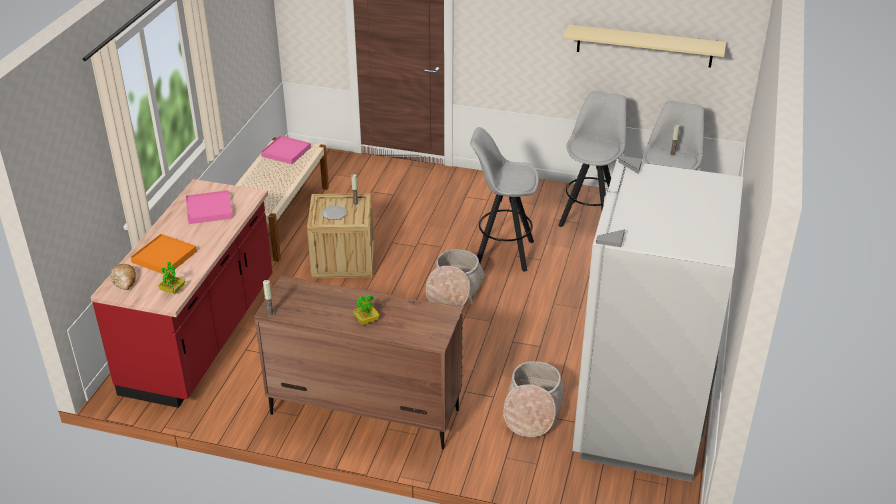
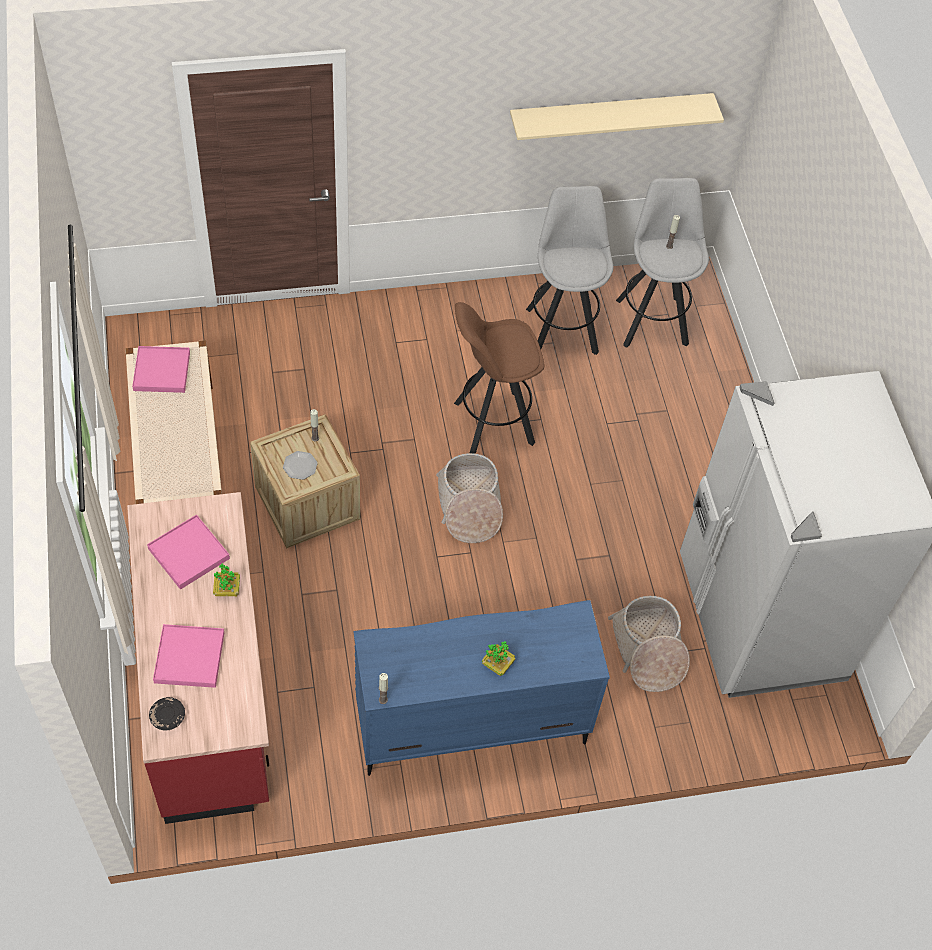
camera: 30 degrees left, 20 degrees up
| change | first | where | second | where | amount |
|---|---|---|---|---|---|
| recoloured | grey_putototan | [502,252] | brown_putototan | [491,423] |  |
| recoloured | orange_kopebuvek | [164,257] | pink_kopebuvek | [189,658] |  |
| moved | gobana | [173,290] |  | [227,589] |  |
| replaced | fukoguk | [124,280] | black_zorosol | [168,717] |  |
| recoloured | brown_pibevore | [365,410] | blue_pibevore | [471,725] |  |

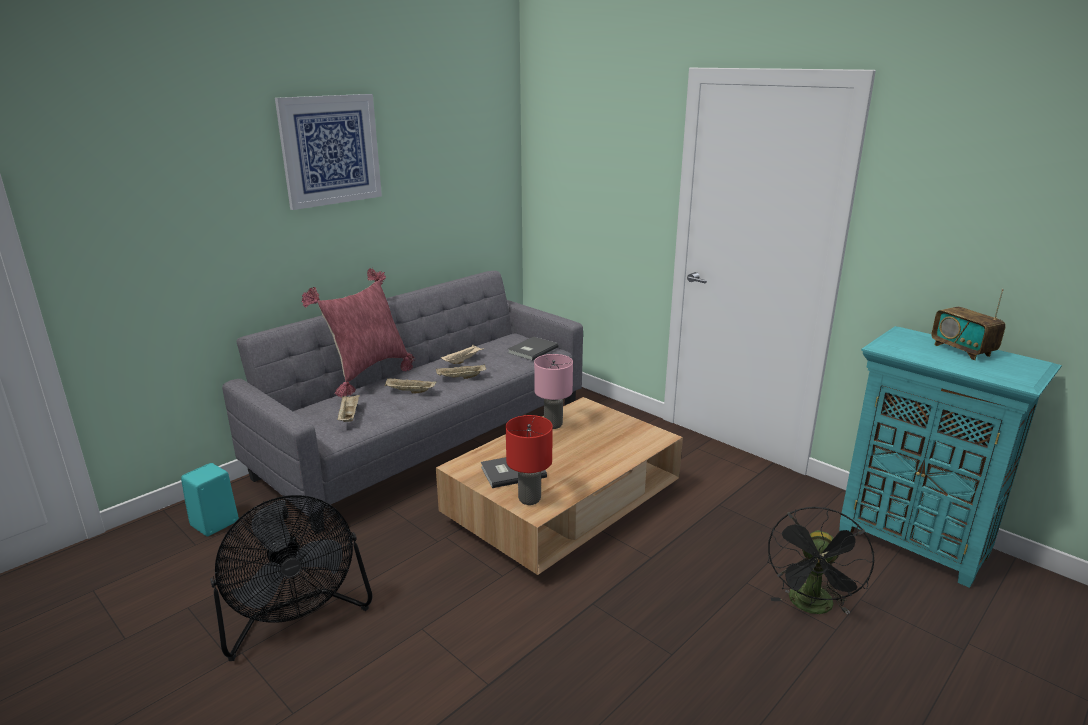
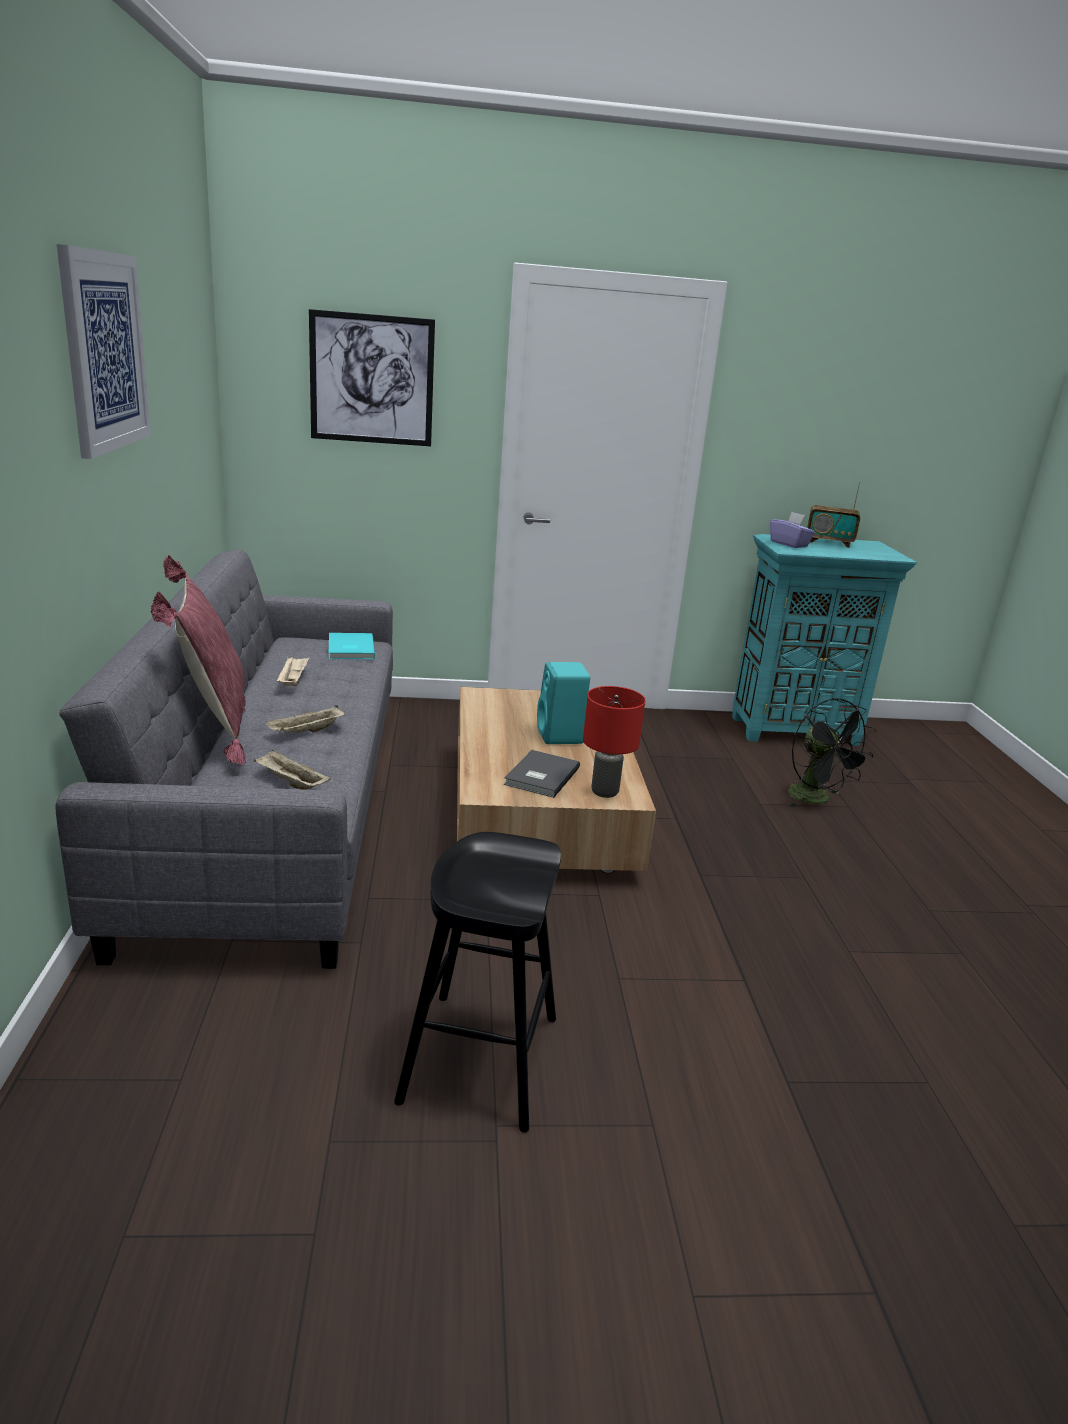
camera: 50 degrees left, 0 degrees up
| change | first | where | second | where | amount |
|---|---|---|---|---|---|
| recoloured | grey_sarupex | [531,350] | turquoise_sarupex | [349,649] |  |
| removed | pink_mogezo | [553,425] |  |  |  |
| removed | beige_kopebuvek | [461,378] |  |  |  |
| moved | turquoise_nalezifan | [213,524] |  | [561,736] |  |
| replaced | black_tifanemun | [290,618] | black_putototan | [480,1059] |  |
| added |  |  | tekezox | [372,379] |  |
| added |  |  | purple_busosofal | [789,544] |  |

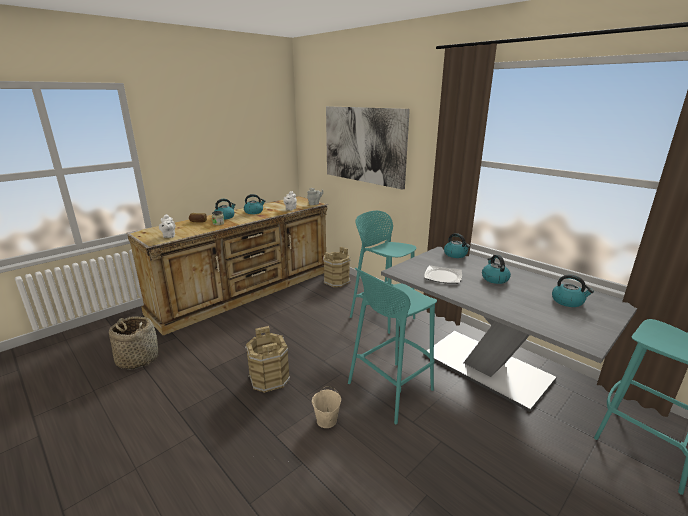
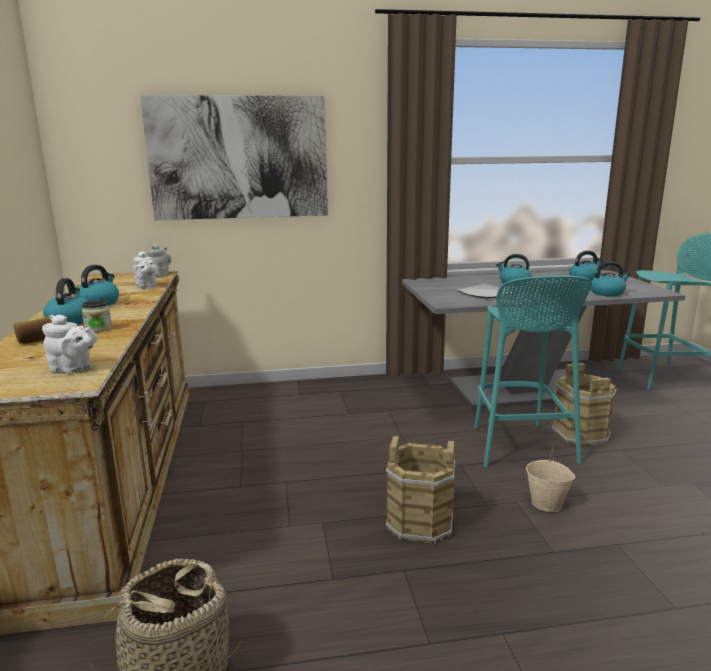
camera: 55 degrees left, 5 degrees down
| change | first | where | second | where | amount |
|---|---|---|---|---|---|
| removed | turquoise_putototan | [383,316] |  |  |  |
| moved | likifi | [455,254] |  | [607,293] |  |
| moved | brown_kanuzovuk | [337,281] |  | [581,434] |  |

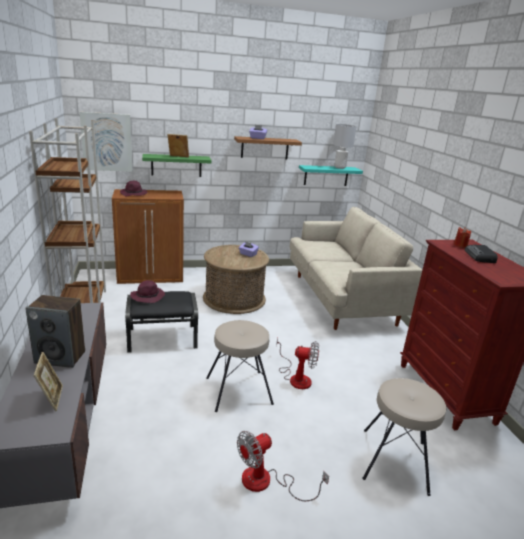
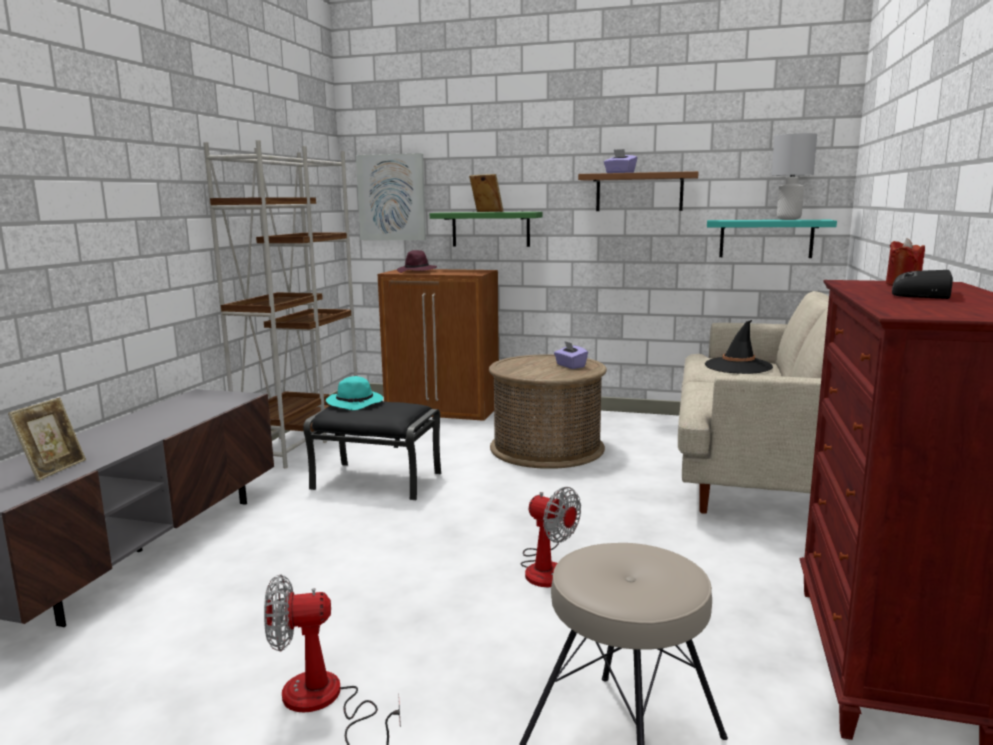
camera: 30 degrees right, 10 degrees down
| change | first | where | second | where | amount |
|---|---|---|---|---|---|
| recoloured | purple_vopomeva | [148,296] | turquoise_vopomeva | [356,403] |  |
| removed | nalezifan | [61,357] |  |  |  |
| removed | beige_putototan | [238,390] |  |  |  |
| added |  |  | black_vopomeva | [738,366] |  |

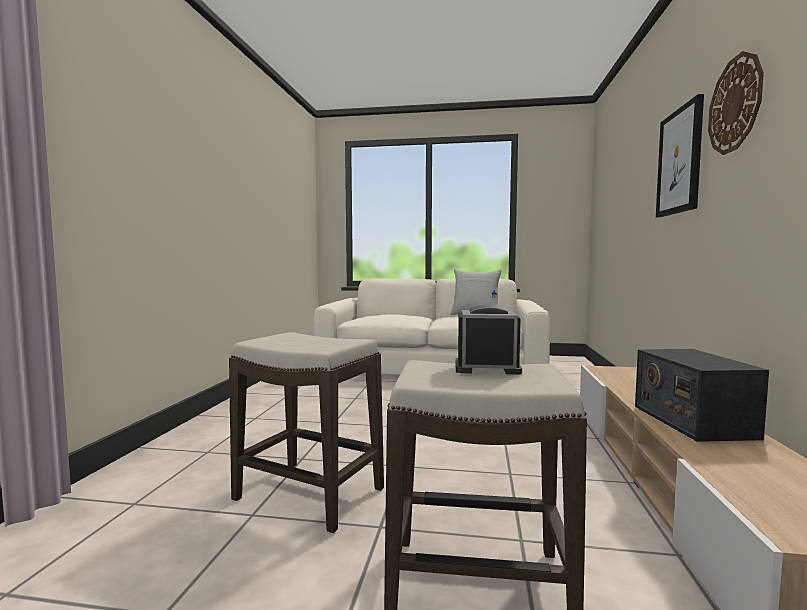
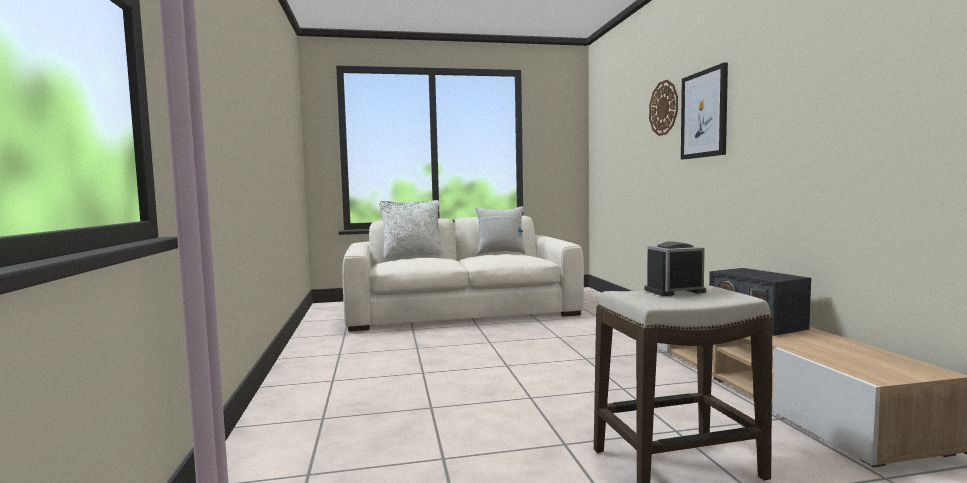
camera: 20 degrees left, 0 degrees up
| change | first | where | second | where | amount |
|---|---|---|---|---|---|
| moved | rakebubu | [735,104] |  | [664,108] |  |
| removed | putototan | [309,494] |  |  |  |
| added |  |  | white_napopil | [413,257] |  |

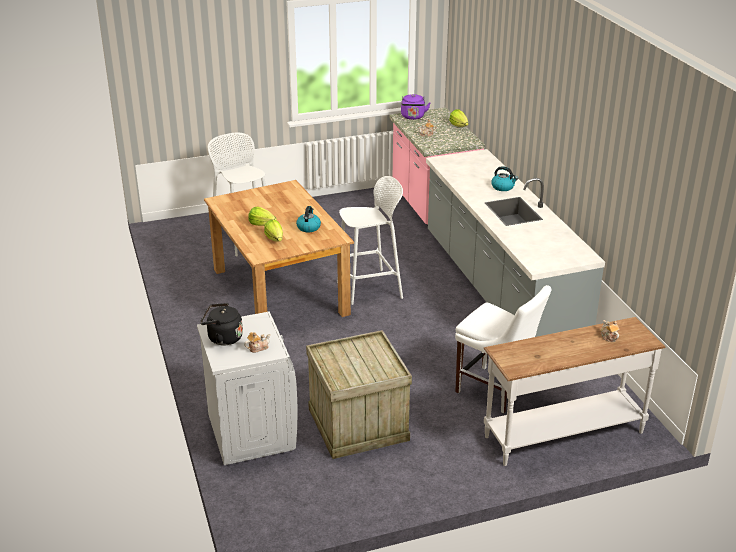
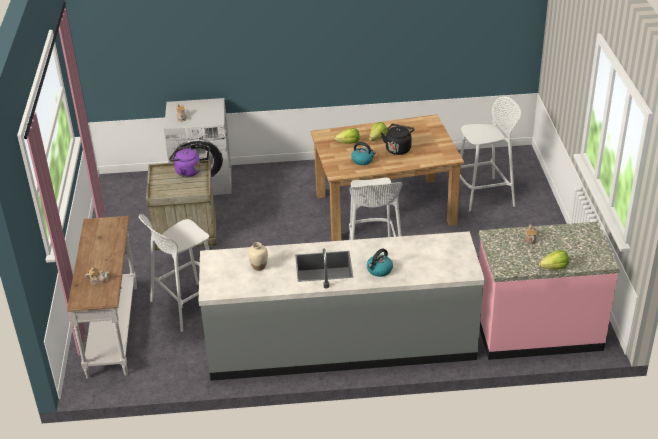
camera: 105 degrees right, 5 degrees up
| change | first | where | second | where | amount |
|---|---|---|---|---|---|
| moved | purple_likifi | [413,117] |  | [186,172] |  |
| replaced | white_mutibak | [496,391] | white_putototan | [186,306] |  |
| moved | black_likifi | [222,338] |  | [398,148] |  |
| added |  |  | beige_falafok | [259,266] |  |

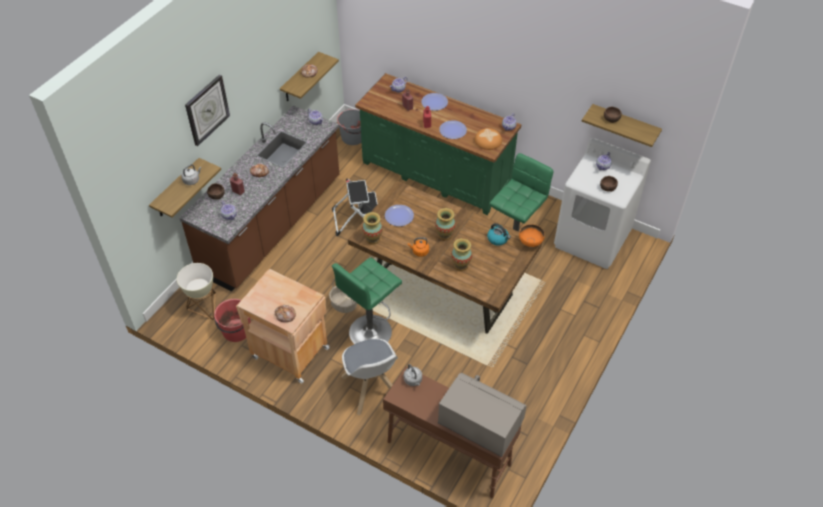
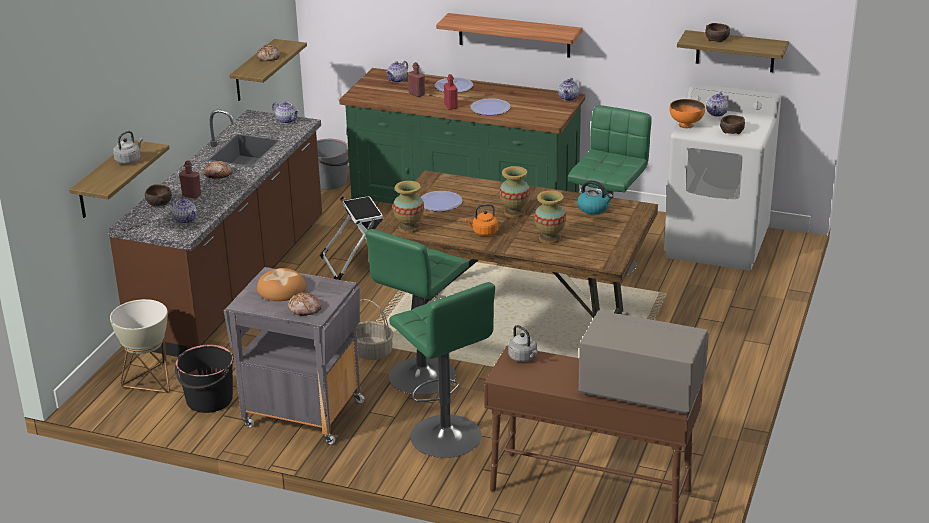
camera: 10 degrees left, 20 degrees down
| change | first | where | second | where | amount |
|---|---|---|---|---|---|
| removed | rakebubu | [207,110] |  |  |  |
| moved | fukoguk | [488,141] |  | [282,289] |  |
| moved | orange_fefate | [530,243] |  | [686,125] |  |
| recoloured | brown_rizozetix | [289,352] | grey_rizozetix | [301,413] |  |
| recoloured | red_kanuzovuk | [236,331] | black_kanuzovuk | [209,400] |  |
| replaced | mutibak | [372,389] | green_putototan | [445,437] |  |
| added |  |  | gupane | [514,35] |  |

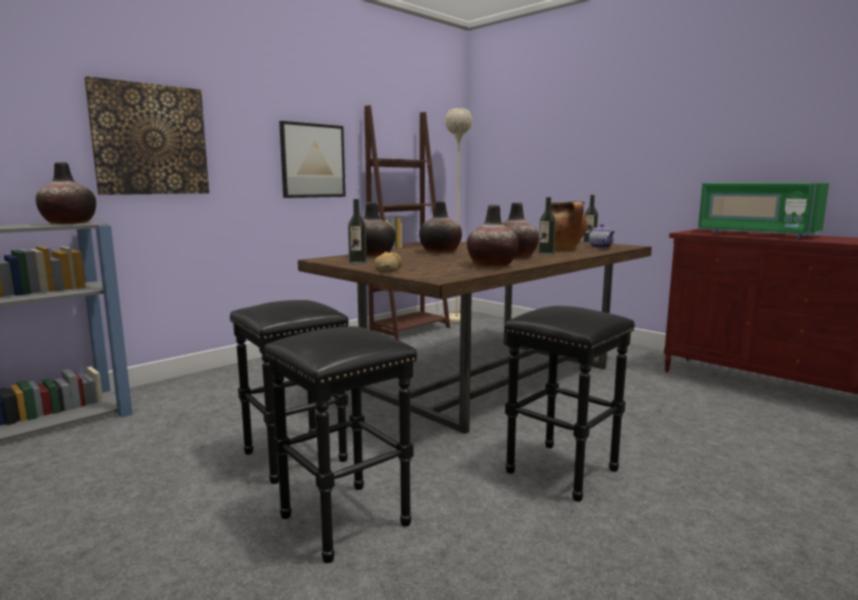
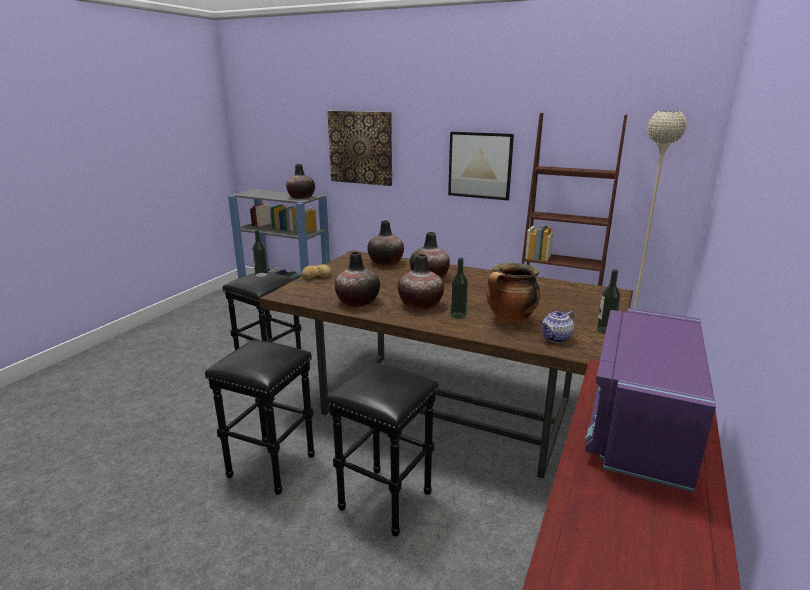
camera: 70 degrees right, 10 degrees up
| change | first | where | second | where | amount |
|---|---|---|---|---|---|
| recoloured | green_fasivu | [756,234] | purple_fasivu | [640,427] |  |
| moved | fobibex | [357,263] |  | [261,274] |  |
| moved | black_putototan | [344,522] |  | [383,500] |  |

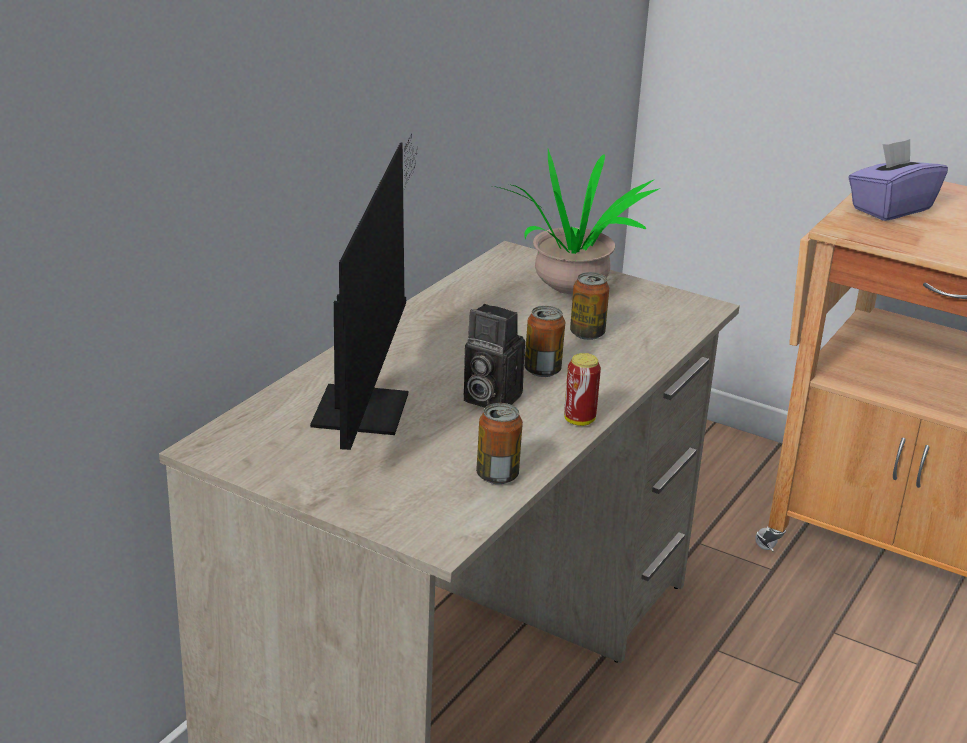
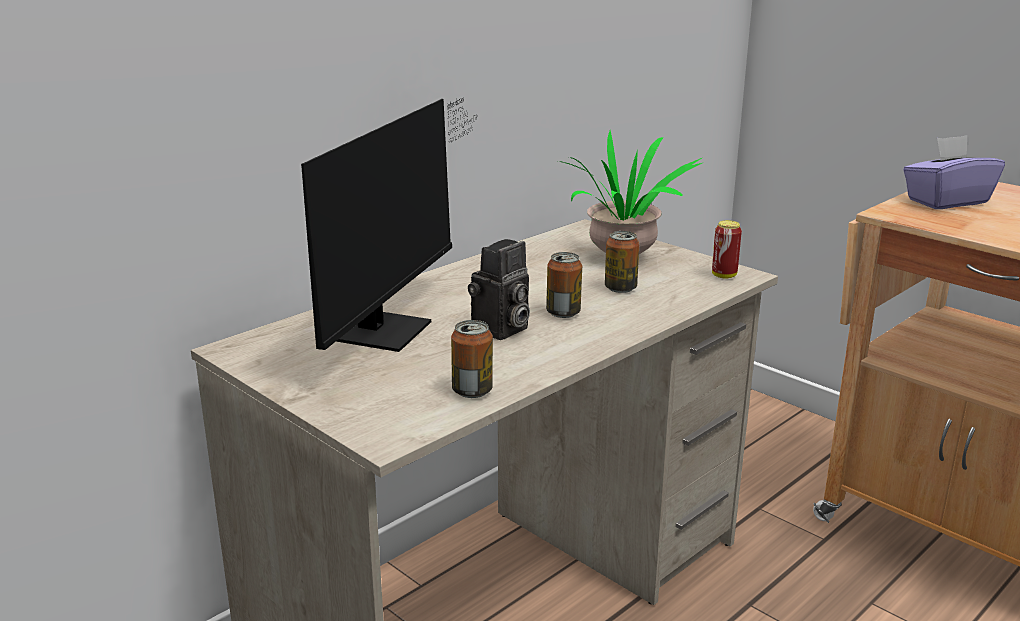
camera: 15 degrees right, 5 degrees down
| change | first | where | second | where | amount |
|---|---|---|---|---|---|
| turned | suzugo | [488,398] |  | [500,330] | 90 degrees counterclockwise |
| moved | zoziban | [579,420] |  | [724,275] |  |

